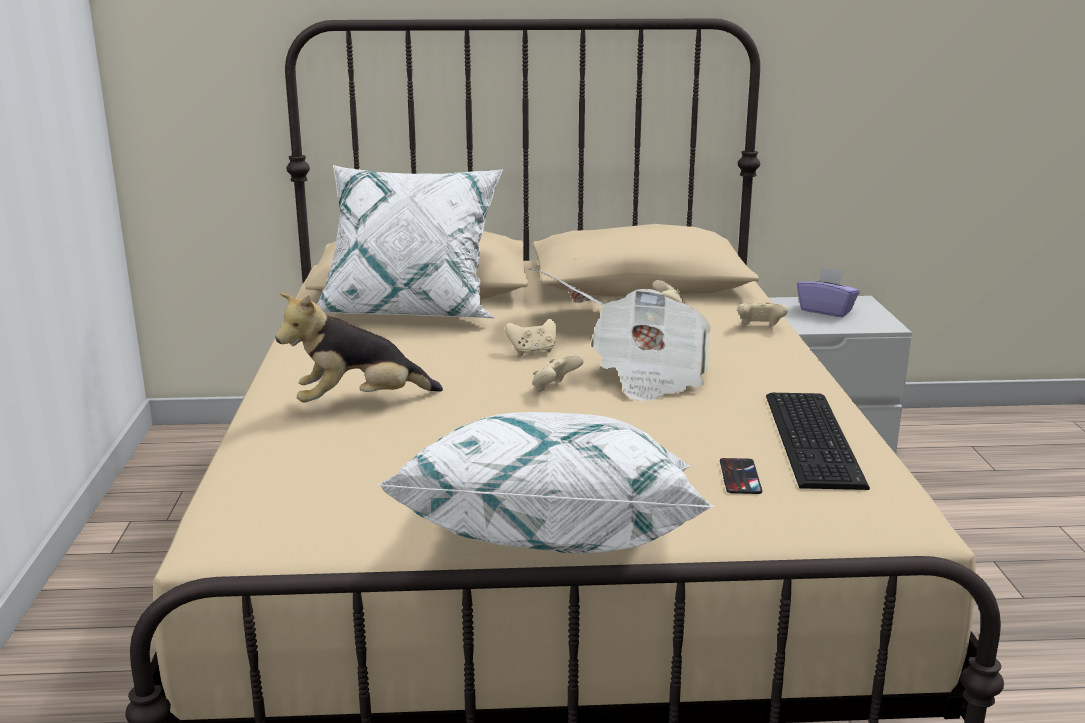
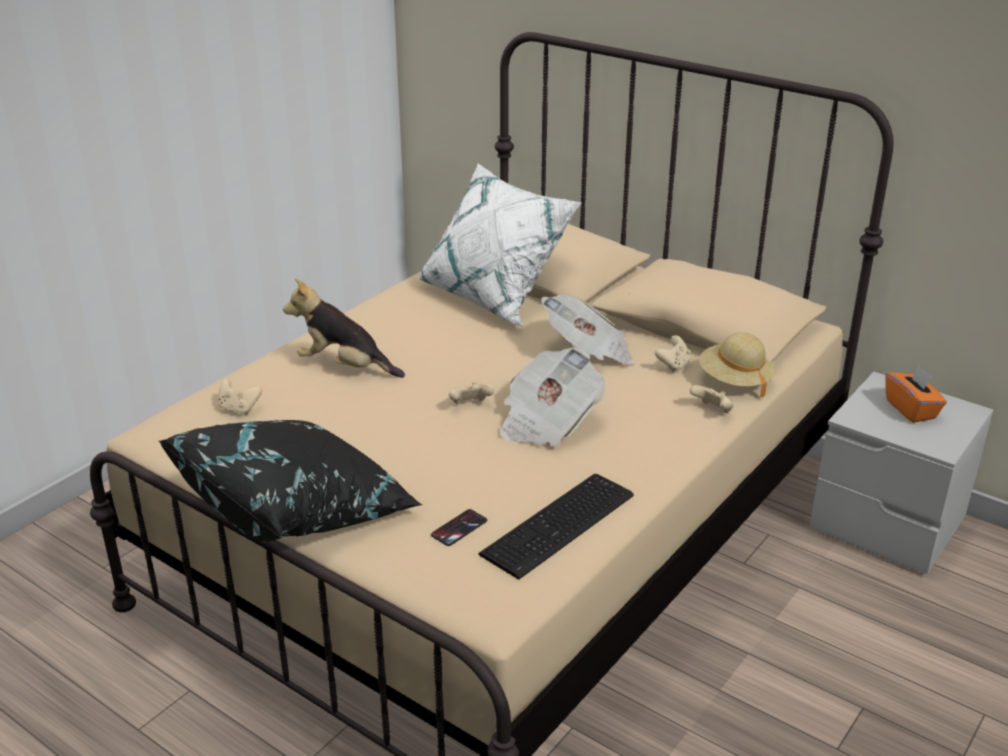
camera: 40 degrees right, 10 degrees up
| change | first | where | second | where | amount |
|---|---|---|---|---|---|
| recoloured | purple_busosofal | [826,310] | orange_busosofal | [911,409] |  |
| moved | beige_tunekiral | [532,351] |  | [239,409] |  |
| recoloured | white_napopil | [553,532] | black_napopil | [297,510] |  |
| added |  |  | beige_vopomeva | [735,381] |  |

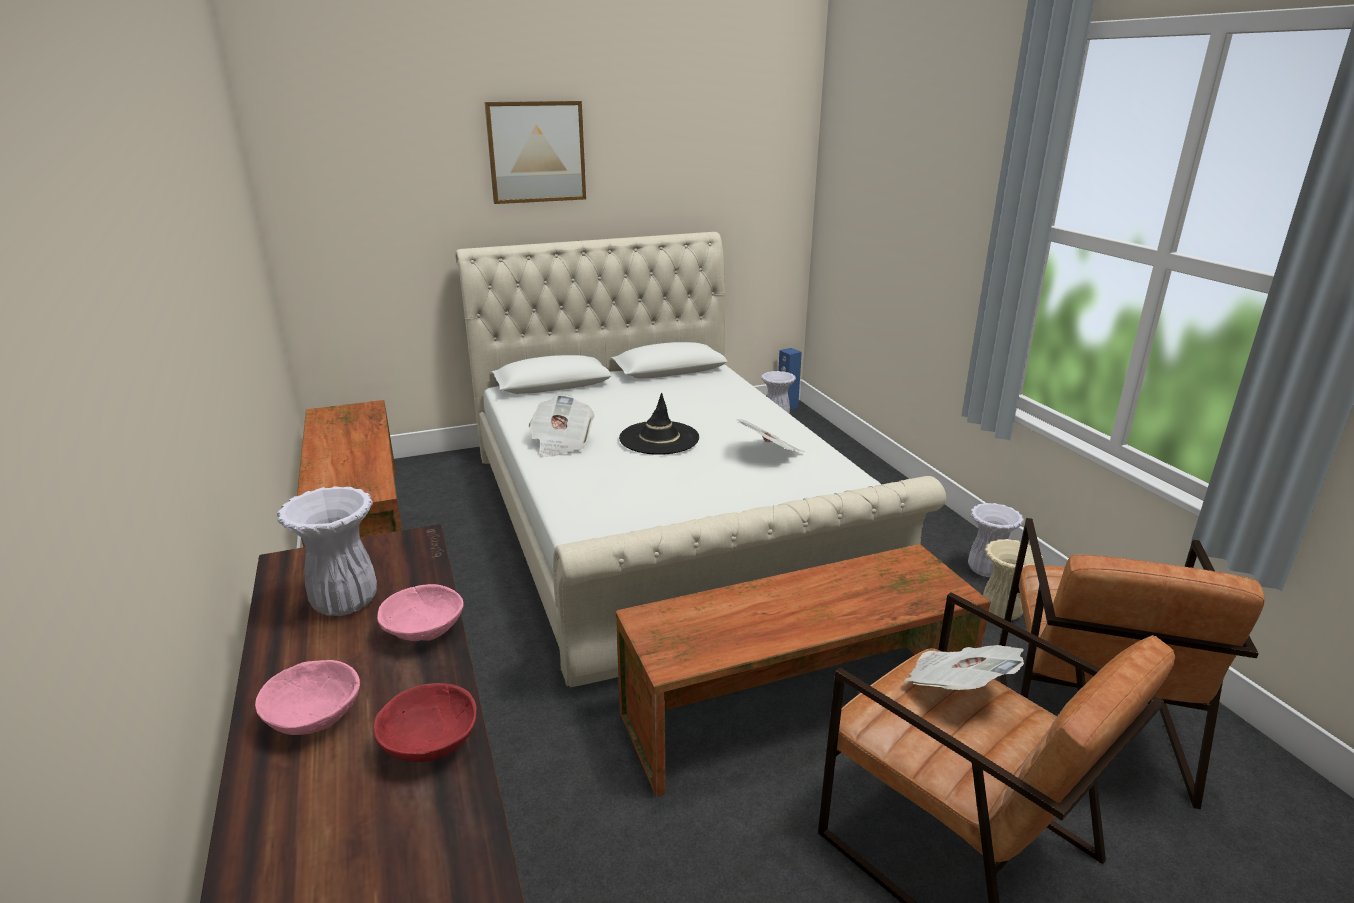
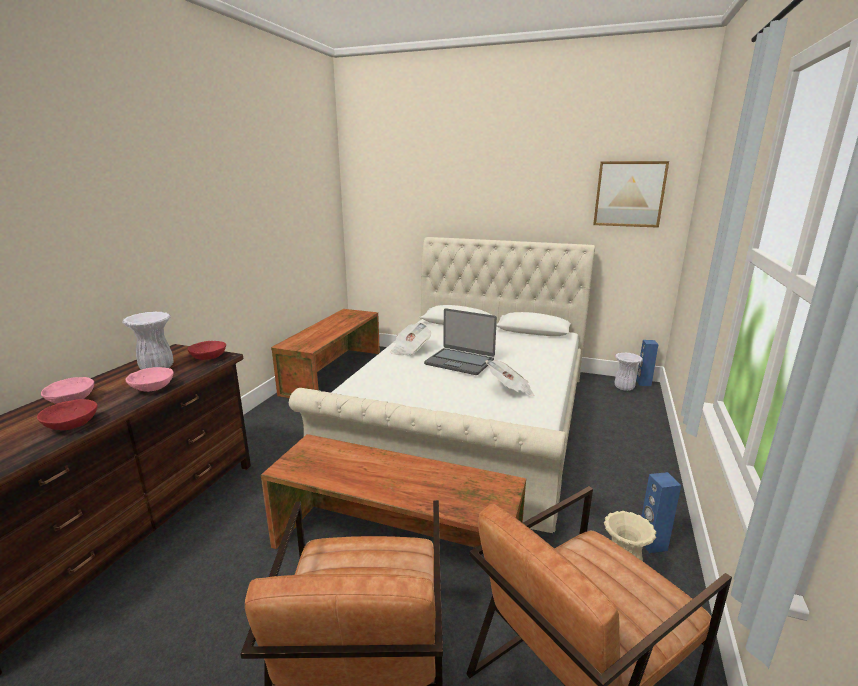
camera: 40 degrees right, 5 degrees down
| change | first | where | second | where | amount |
|---|---|---|---|---|---|
| moved | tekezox | [536,152] |  | [629,194] |  |
| replaced | black_vopomeva | [659,438] | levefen | [460,362] |  |
| replaced | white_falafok | [987,570] | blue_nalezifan | [651,544] |  |
| removed | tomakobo | [957,687] |  |  |  |
| added |  |  | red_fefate | [208,358] |  |

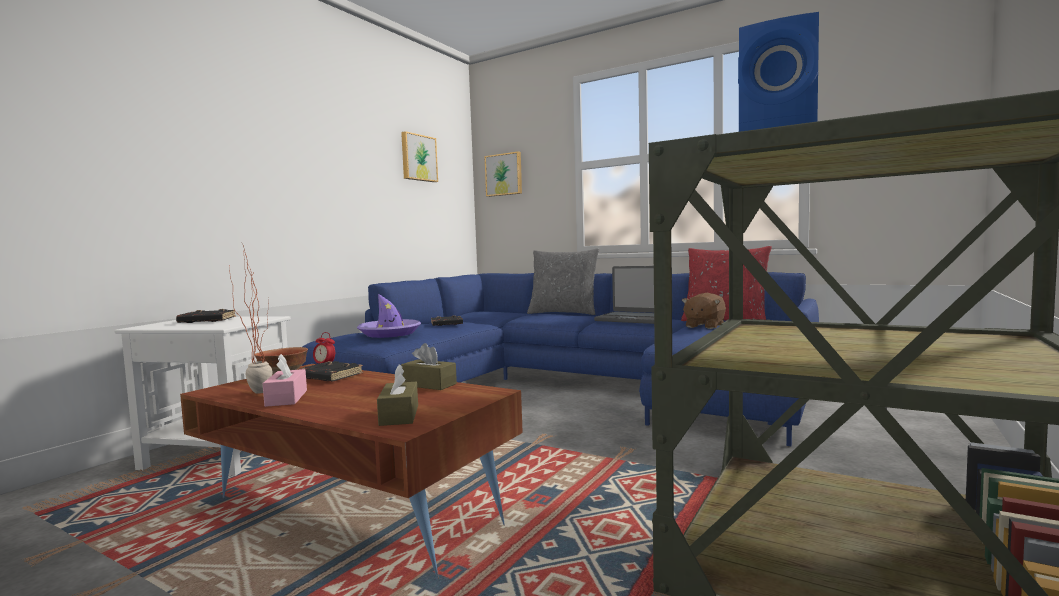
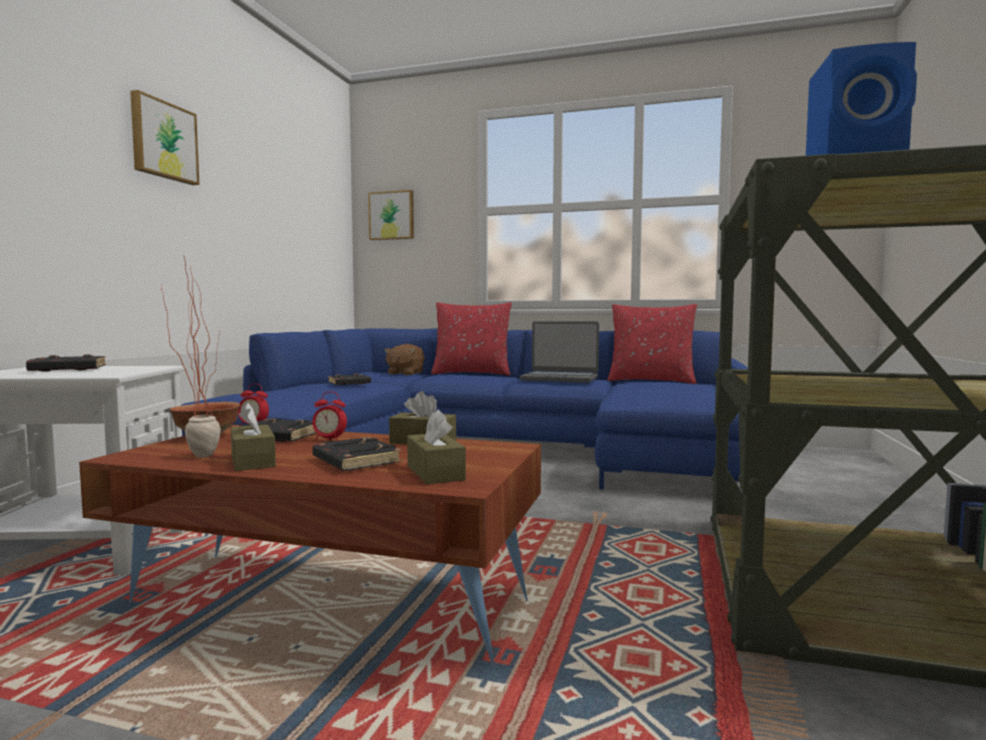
camera: 15 degrees left, 0 degrees up
| change | first | where | second | where | amount |
|---|---|---|---|---|---|
| moved | tekezox | [418,158] |  | [163,141] |  |
| recoloured | grey_napopil | [563,313] | red_napopil | [472,373] |  |
| moved | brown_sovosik | [704,326] |  | [405,373] |  |
| removed | purple_vopomeva | [390,333] |  |  |  |
| recoloured | pink_busosofal | [286,398] | brown_busosofal | [253,461] |  |
| added |  |  | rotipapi | [329,440] |  |
| added |  |  | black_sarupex | [354,461] |  |

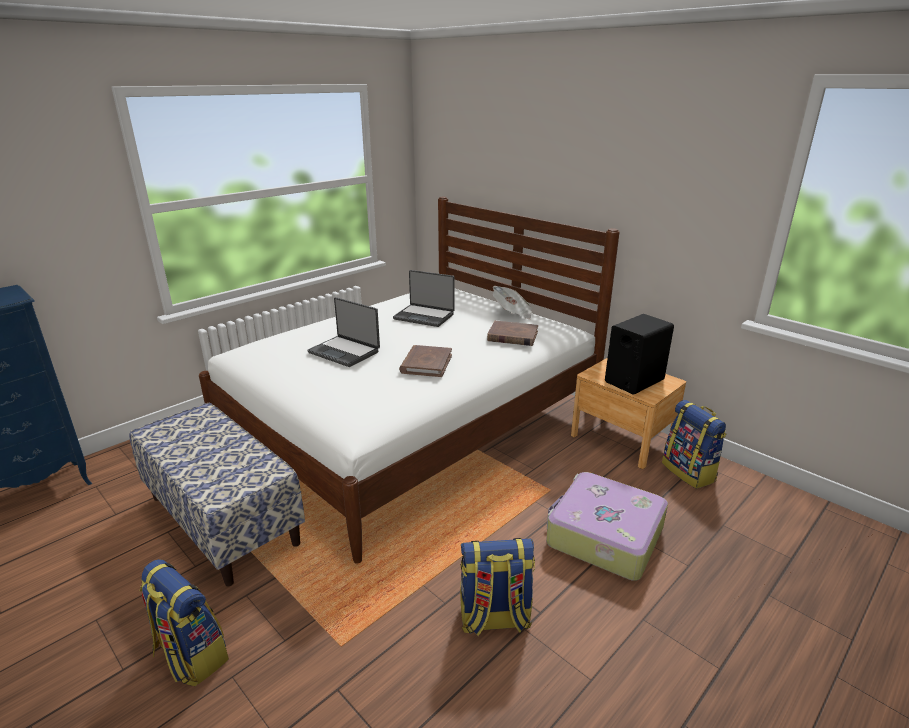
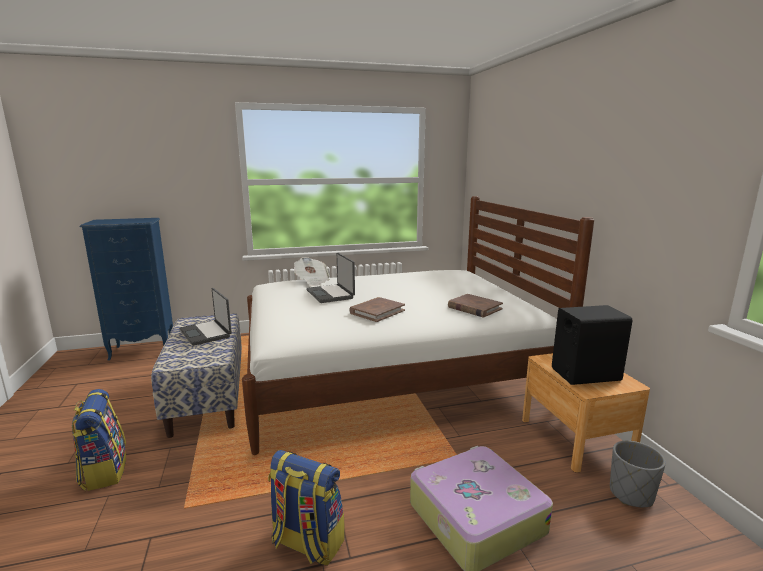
camera: 30 degrees right, 10 degrees down
| change | first | where | second | where | amount |
|---|---|---|---|---|---|
| moved | levefen | [424,316] |  | [206,333] |  |
| moved | tomakobo | [513,313] |  | [312,281] |  |
| replaced | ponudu | [689,472] | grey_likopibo | [631,494] |  |

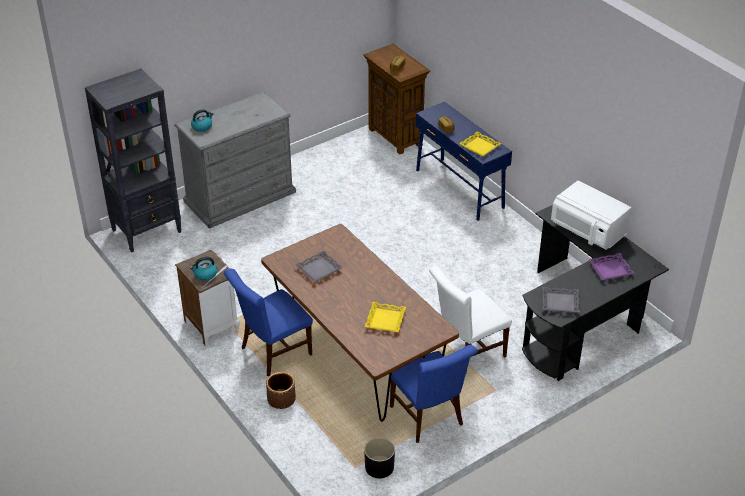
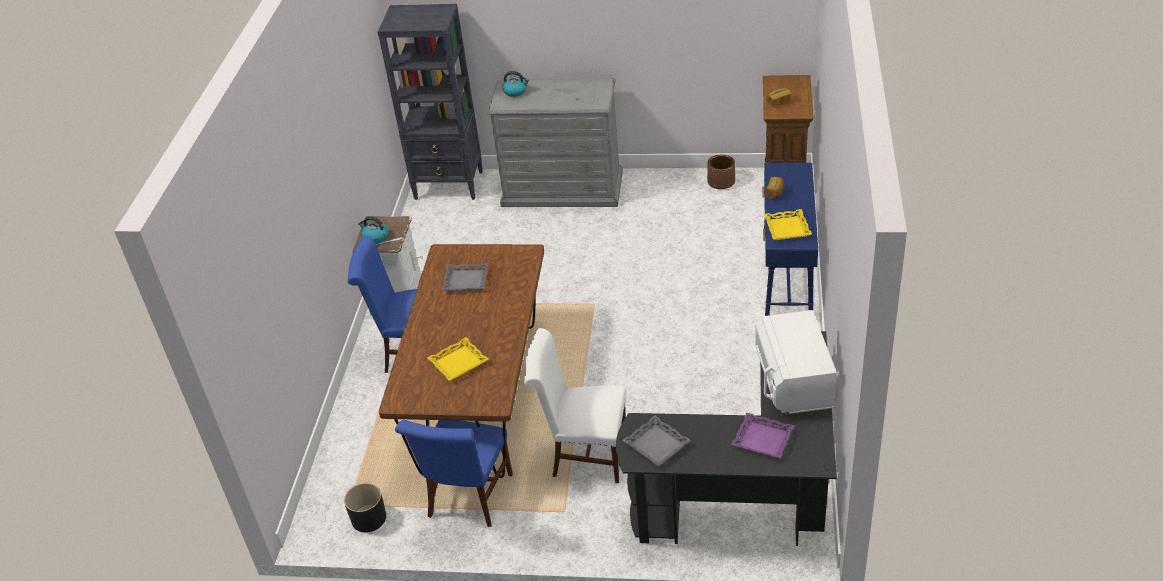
camera: 45 degrees right, 0 degrees up
| change | first | where | second | where | amount |
|---|---|---|---|---|---|
| moved | brown_likopibo | [281,399] |  | [721,182] |  |

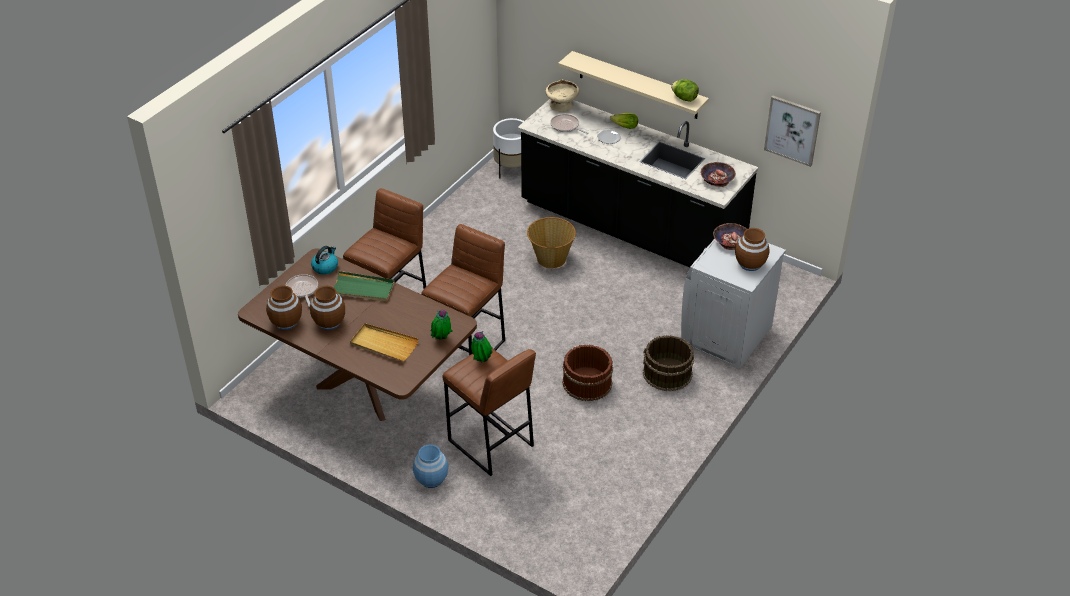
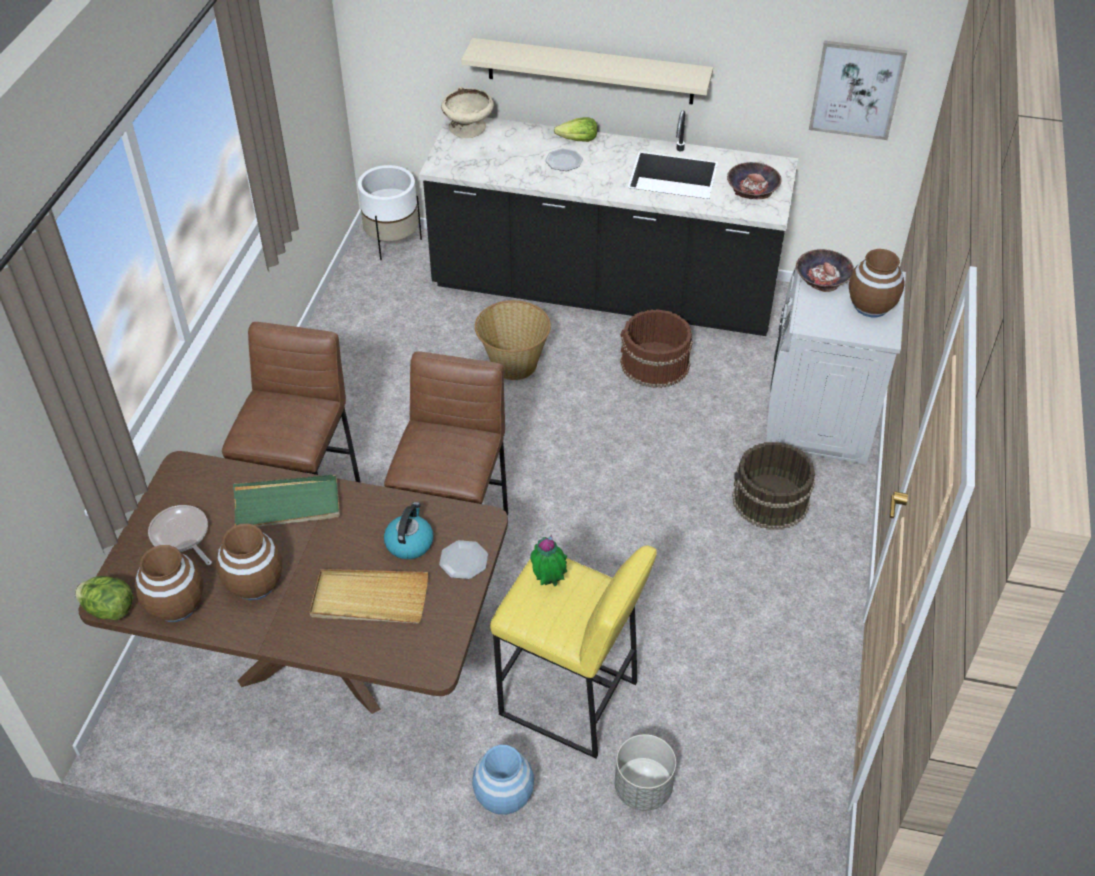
camera: 20 degrees left, 5 degrees up
| change | first | where | second | where | amount |
|---|---|---|---|---|---|
| moved | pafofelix | [684,98] |  | [109,609] |  |
| removed | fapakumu | [566,126] |  |  |  |
| moved | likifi | [325,267] |  | [409,542] |  |
| replaced | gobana | [441,339] | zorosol | [464,561] |  |
| moved | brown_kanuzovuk | [586,383] |  | [654,364] |  |
| recoloured | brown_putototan | [491,444] | yellow_putototan | [570,699] |  |
| added |  |  | grey_likopibo | [643,788] |  |

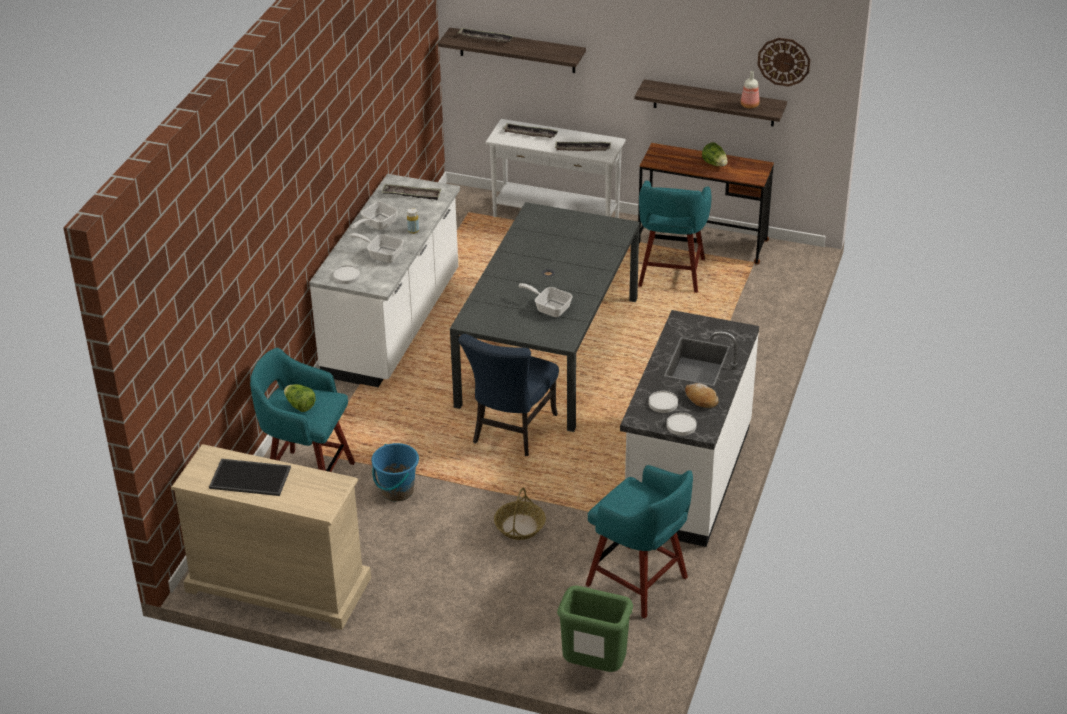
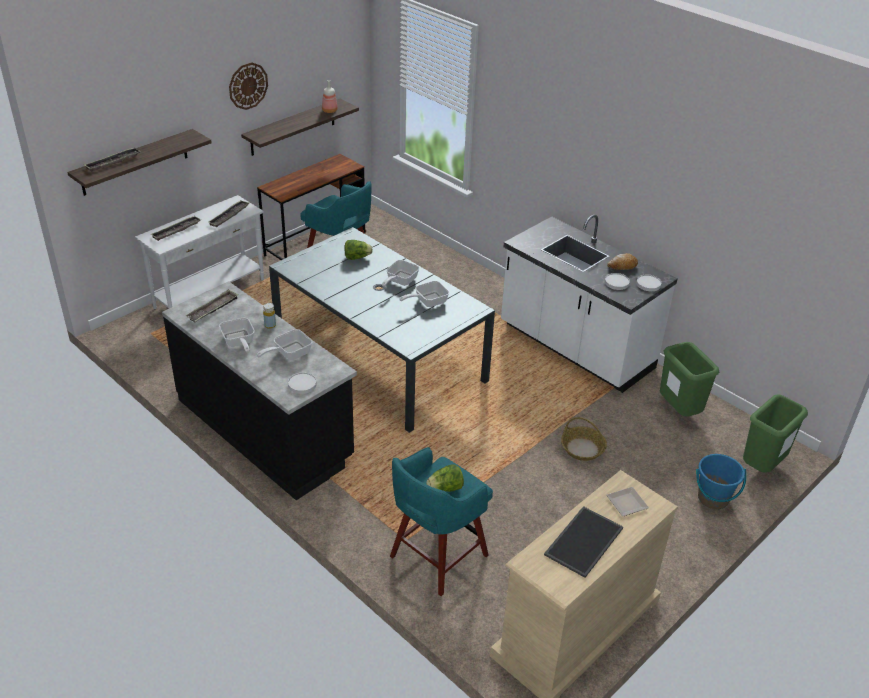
camera: 65 degrees left, 0 degrees up
| change | first | where | second | where | amount |
|---|---|---|---|---|---|
| moved | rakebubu | [784,61] |  | [248,86] |  |
| moved | pafofelix | [715,164] |  | [357,257] |  |
| recoloured | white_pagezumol | [394,326] | black_pagezumol | [265,429] |  |
| removed | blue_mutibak | [511,432] |  |  |  |
| moved | blue_kanuzovuk | [397,491] |  | [713,498] |  |
| replaced | turquoise_putototan | [639,583] | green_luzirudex | [679,411] |  |
| added |  |  | fapakumu | [399,281] |  |
| added |  |  | zorosol | [627,502] |  |

